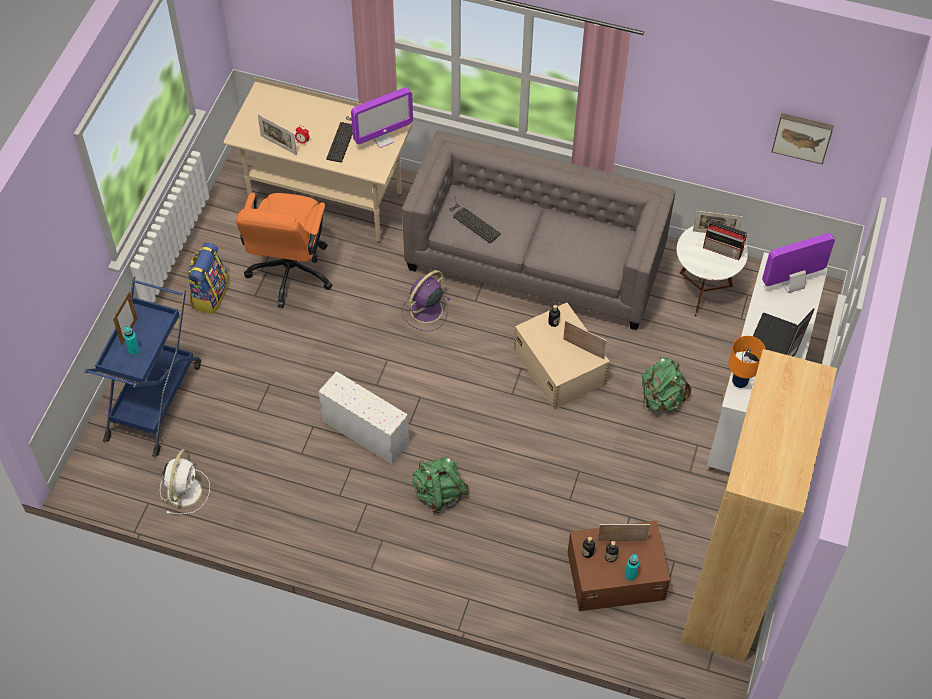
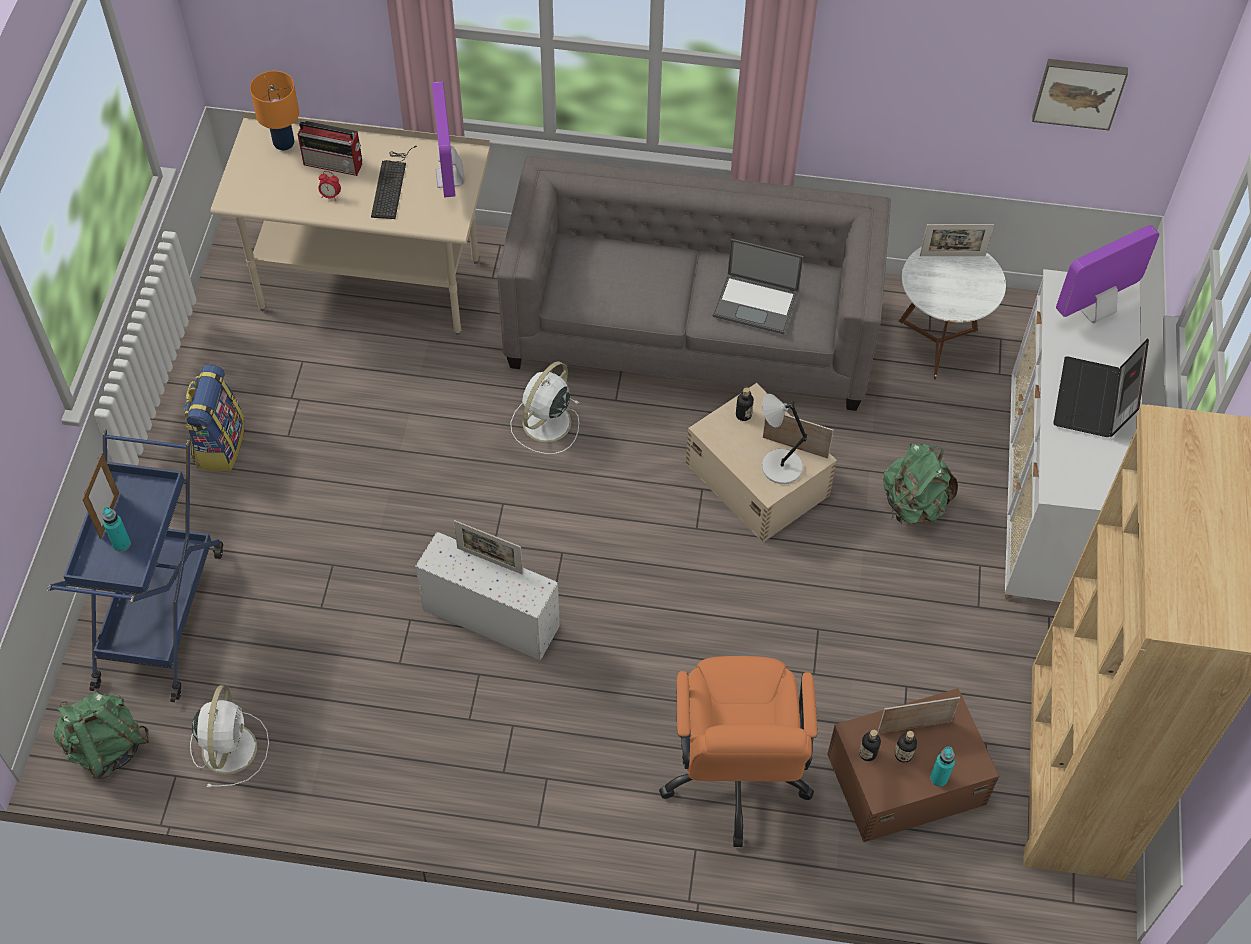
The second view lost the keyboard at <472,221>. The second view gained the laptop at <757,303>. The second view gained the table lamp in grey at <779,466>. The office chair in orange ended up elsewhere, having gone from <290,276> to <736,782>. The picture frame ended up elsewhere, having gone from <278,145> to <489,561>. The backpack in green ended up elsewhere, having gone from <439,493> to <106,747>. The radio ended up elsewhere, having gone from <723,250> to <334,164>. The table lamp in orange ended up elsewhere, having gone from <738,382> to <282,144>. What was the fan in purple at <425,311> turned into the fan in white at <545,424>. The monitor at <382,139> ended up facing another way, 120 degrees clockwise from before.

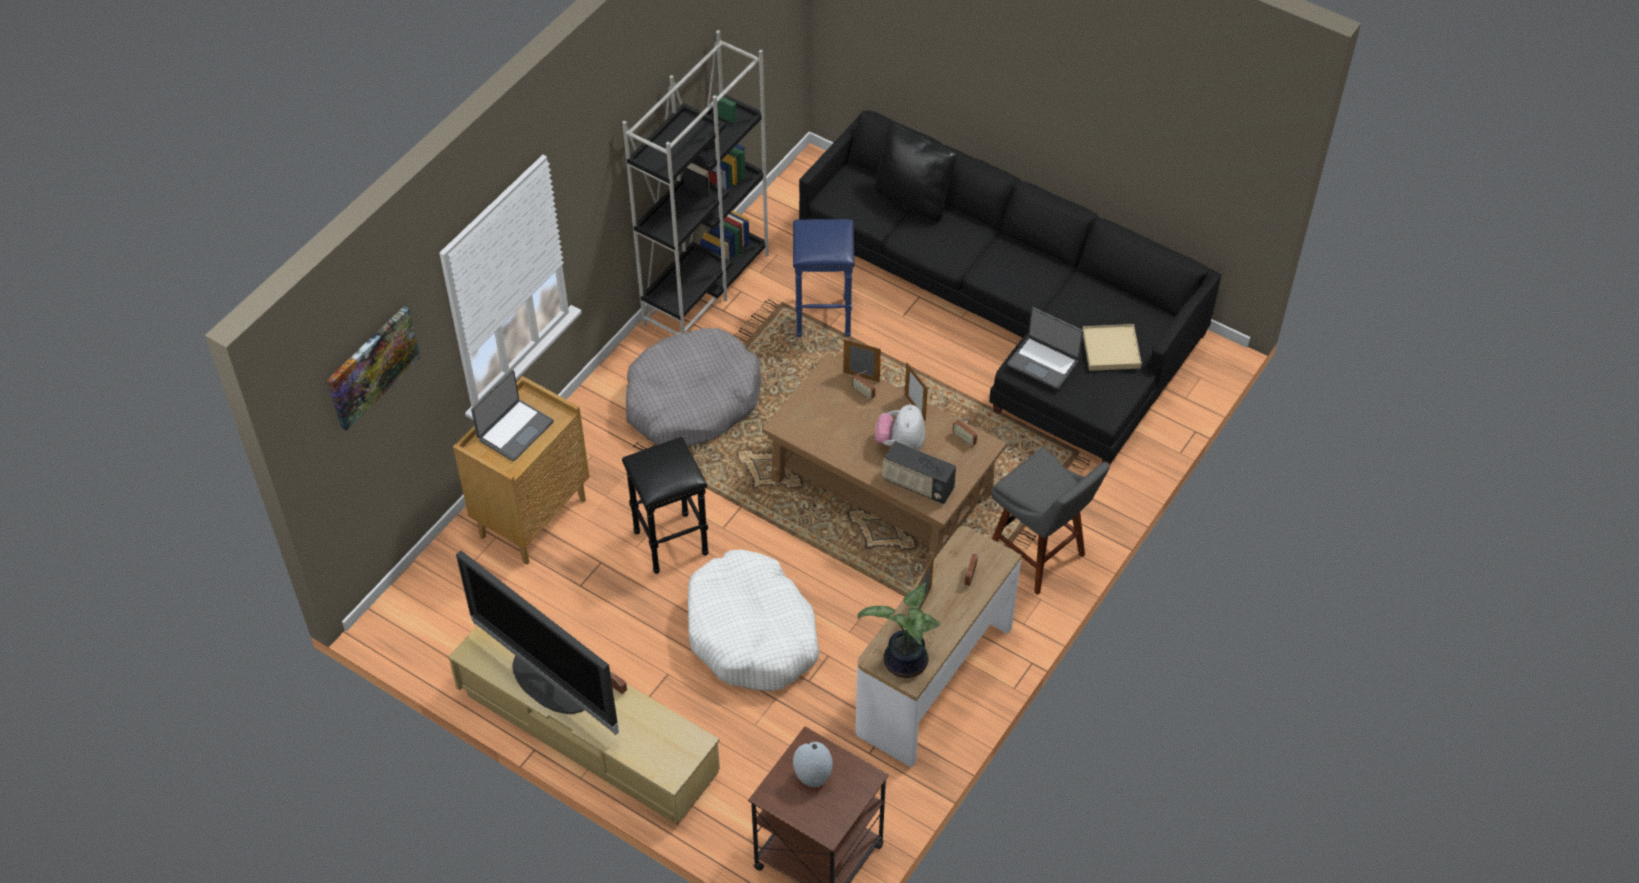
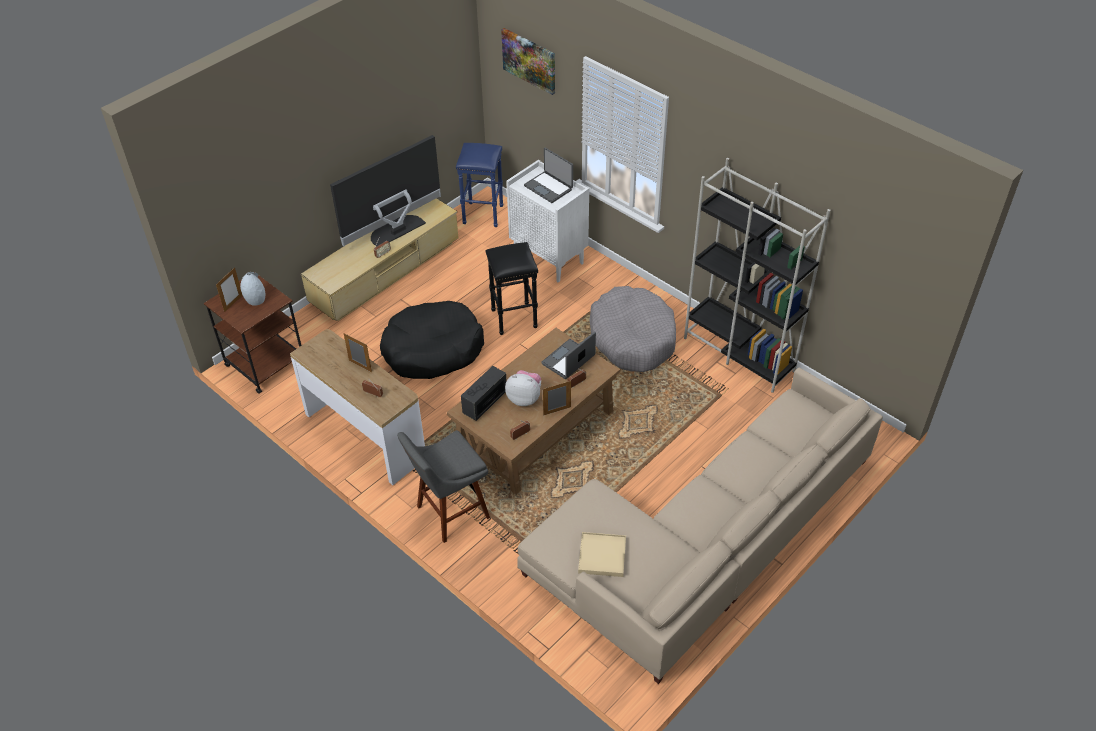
The second view lost the potted plant at <903,663>. The second view lost the pillow in black at <913,199>. The stool in blue ended up elsewhere, having gone from <822,316> to <484,214>. The picture frame ended up elsewhere, having gone from <861,377> to <233,303>. The laptop ended up elsewhere, having gone from <1043,362> to <569,360>. What was the cabinet in brown at <533,517> turned into the cabinet in white at <549,259>. What was the dog bed in white at <752,633> turned into the dog bed in black at <432,350>. What was the sofa in black at <1011,309> turned into the sofa in beige at <702,540>.

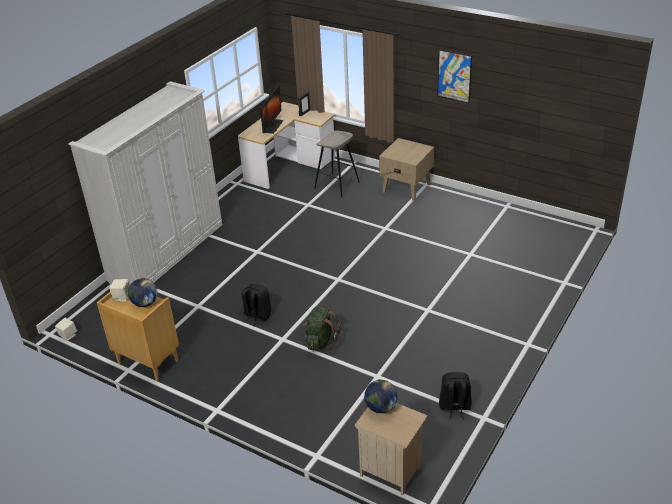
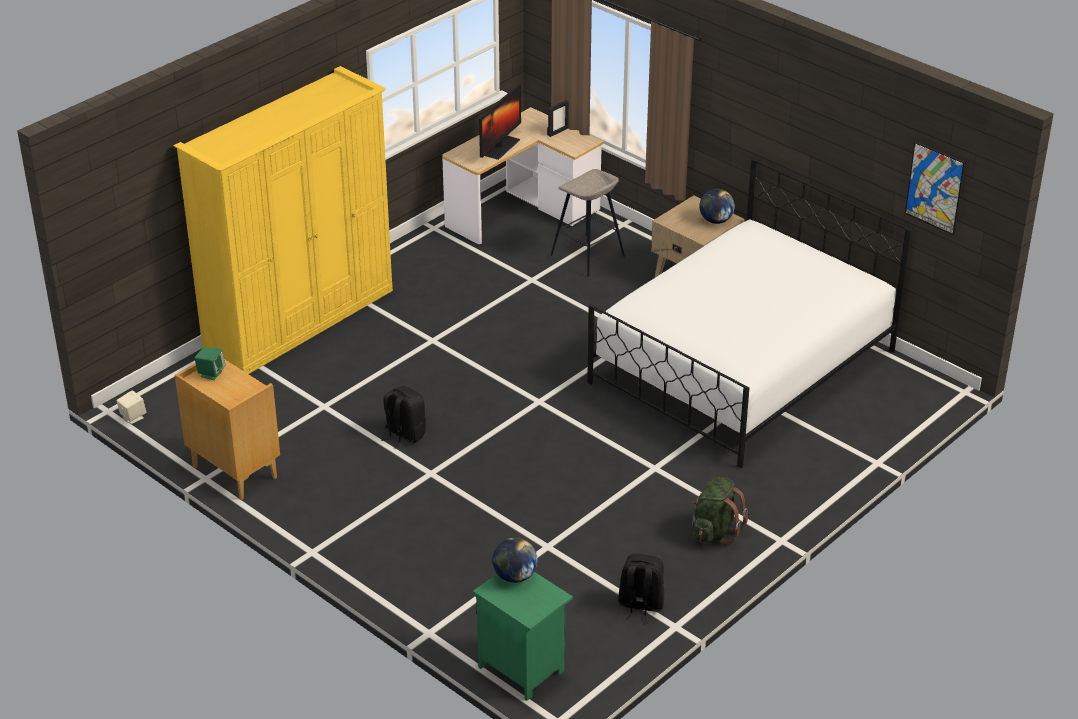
The second view gained the bed in white at <743,366>. The globe ended up elsewhere, having gone from <145,303> to <715,220>. The backpack in green ended up elsewhere, having gone from <320,341> to <714,531>. The picture ended up elsewhere, having gone from <454,76> to <934,188>. What was the wardrobe in white at <168,252> turned into the wardrobe in yellow at <301,320>. What was the speaker in beige at <122,297> turned into the speaker in green at <211,373>. What was the nightstand in beige at <390,469> turned into the nightstand in green at <522,667>.

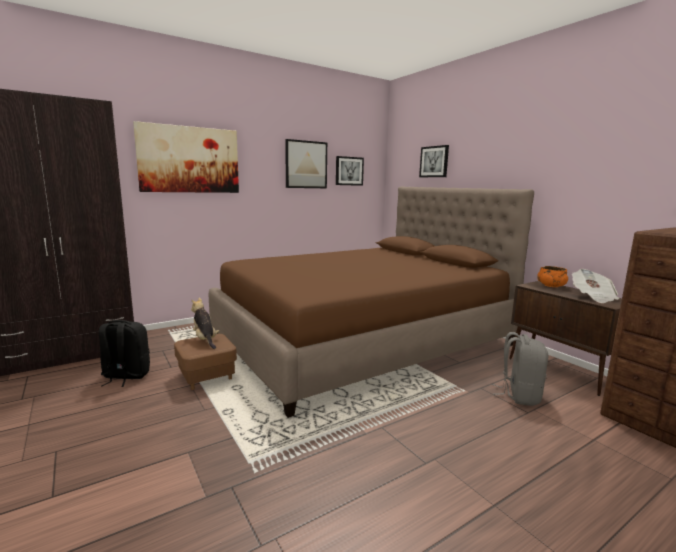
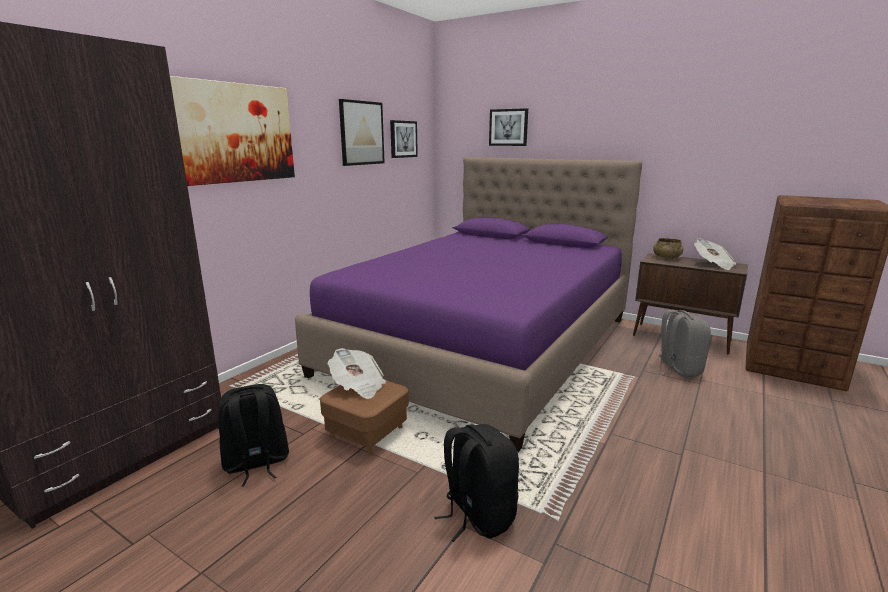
The second view gained the backpack in black at <477,516>. Where the plush toy stood at <205,339>, the newspaper came to stand at <358,386>. What was the bed in brown at <362,339> turned into the bed in purple at <484,345>. What was the bowl in orange at <551,286> turned into the bowl in beige at <666,257>.

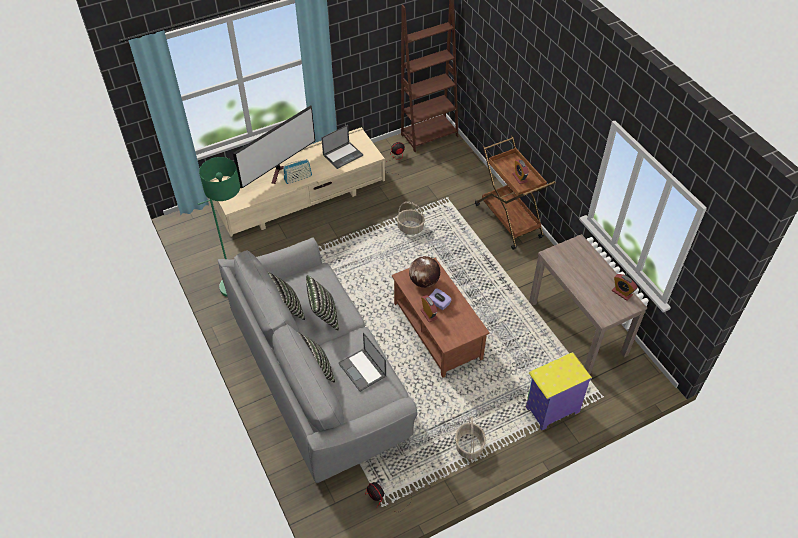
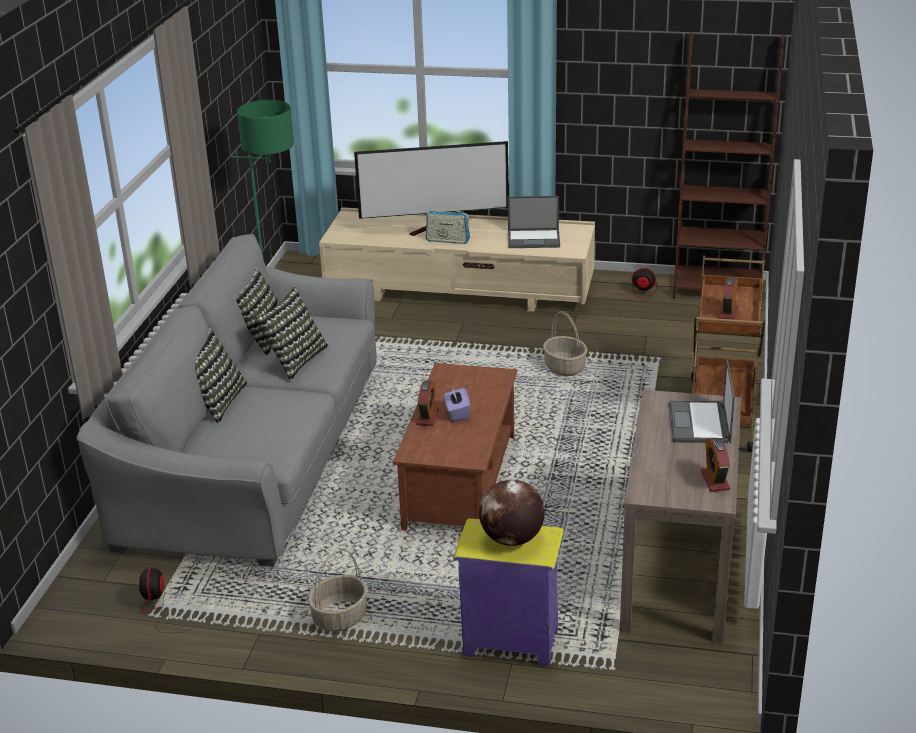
The laptop ended up elsewhere, having gone from <362,370> to <699,423>. The globe ended up elsewhere, having gone from <424,282> to <511,539>.

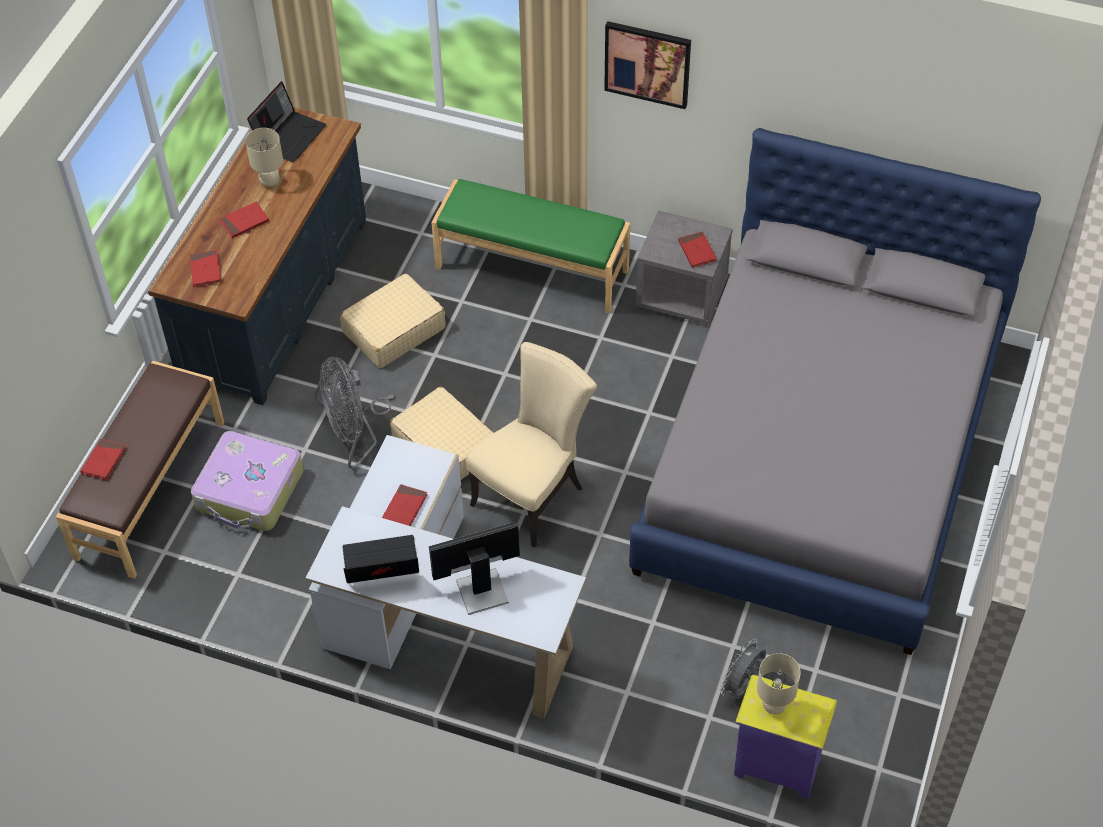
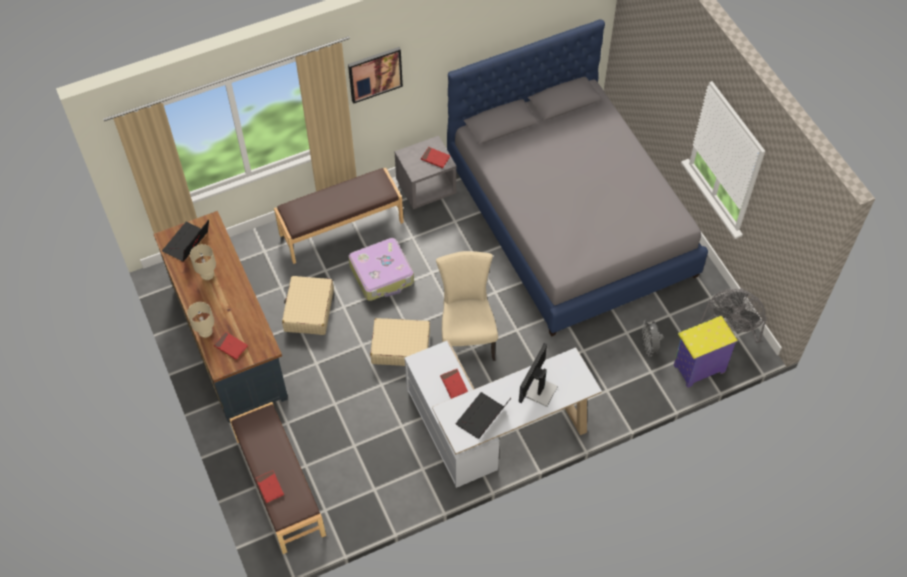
The second view lost the book in red at <244,222>. The suitcase ended up elsewhere, having gone from <250,491> to <382,275>. The fan in grey ended up elsewhere, having gone from <354,428> to <730,323>. The table lamp in beige ended up elsewhere, having gone from <774,705> to <206,332>. What was the bench in green at <532,268> turned into the bench in brown at <341,227>. The laptop at <289,135> ended up facing another way, 135 degrees counterclockwise from before.

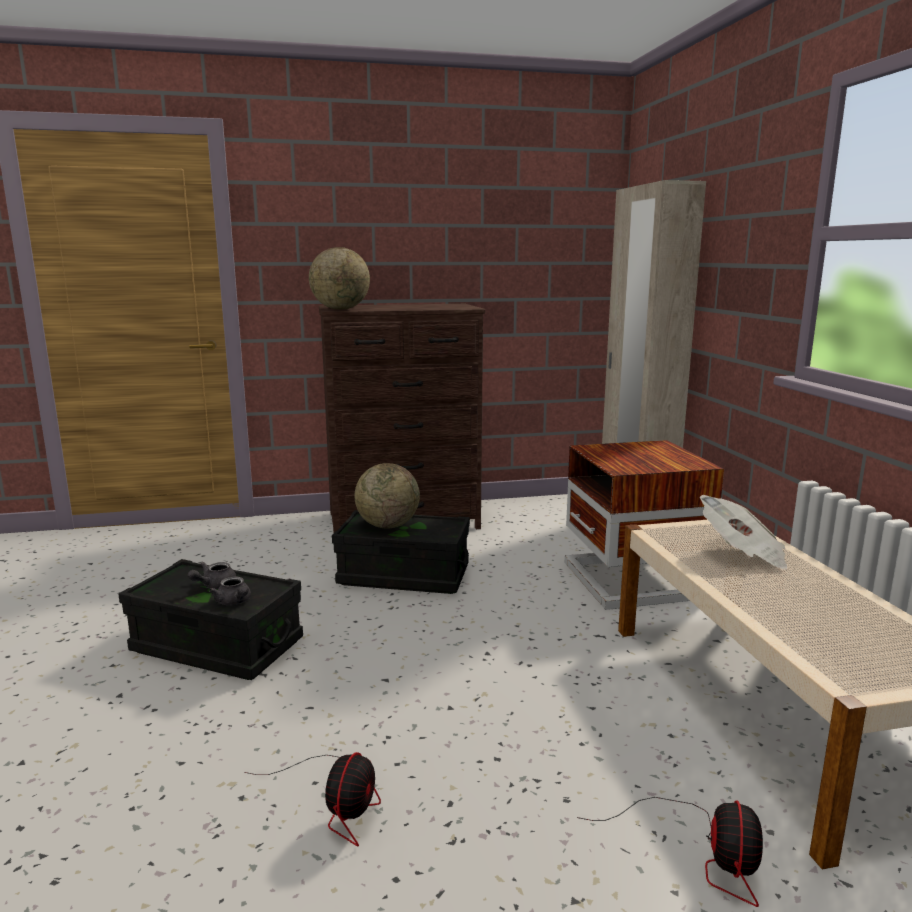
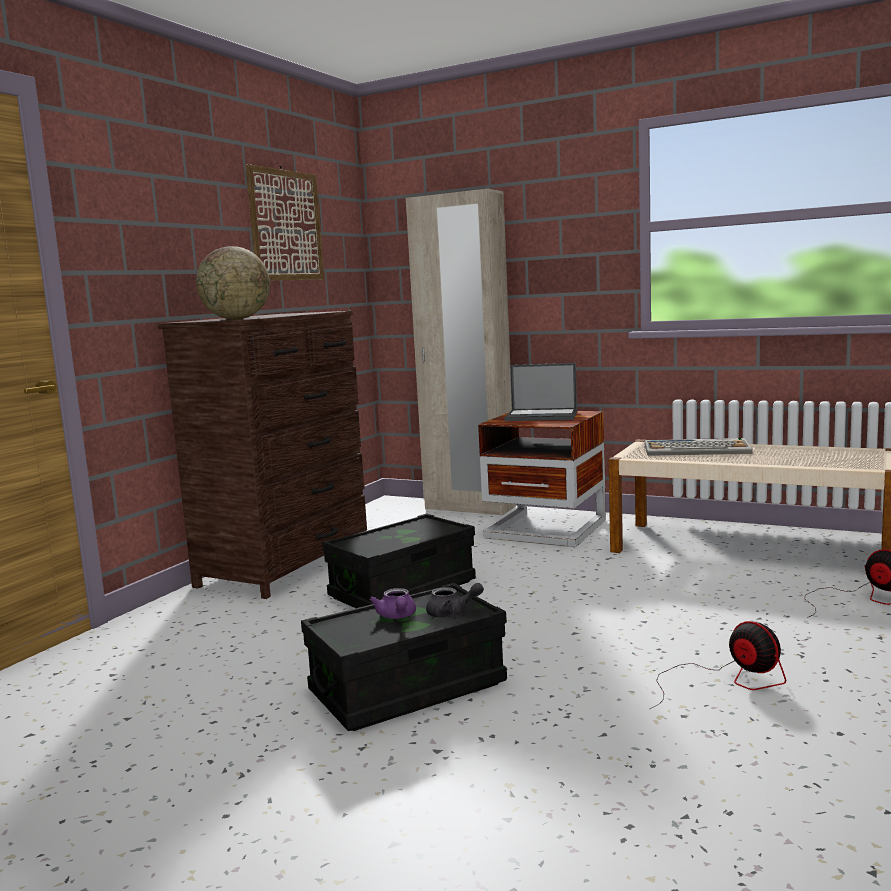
The second view lost the globe at <387,525>. The second view gained the picture at <285,223>. The second view gained the laptop at <542,416>. Where the newspaper stood at <742,554>, the keyboard came to stand at <697,450>. What was the teapot in grey at <214,586> turned into the teapot in purple at <397,617>.

